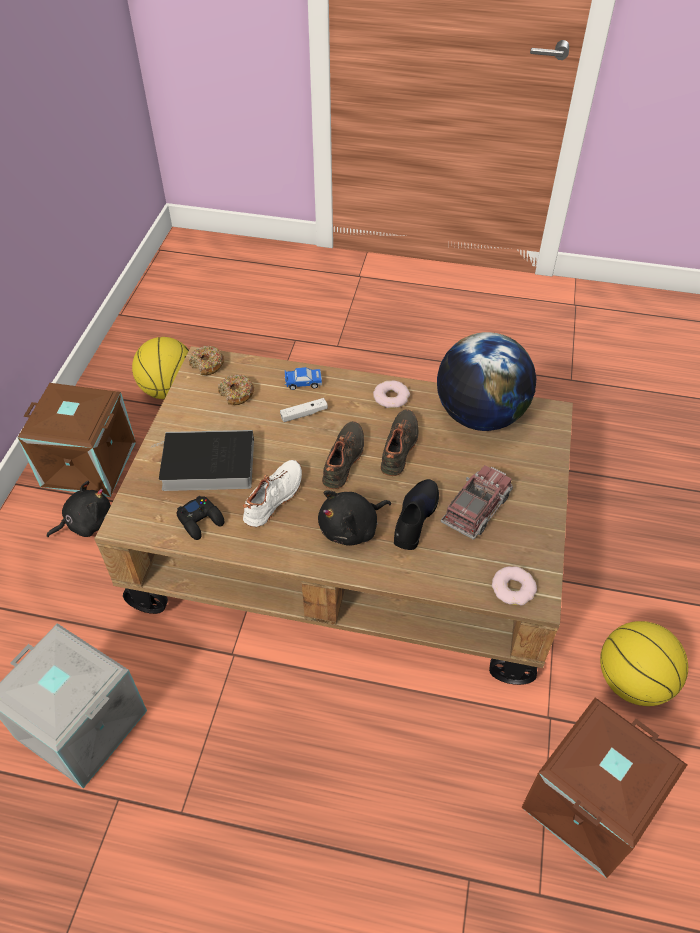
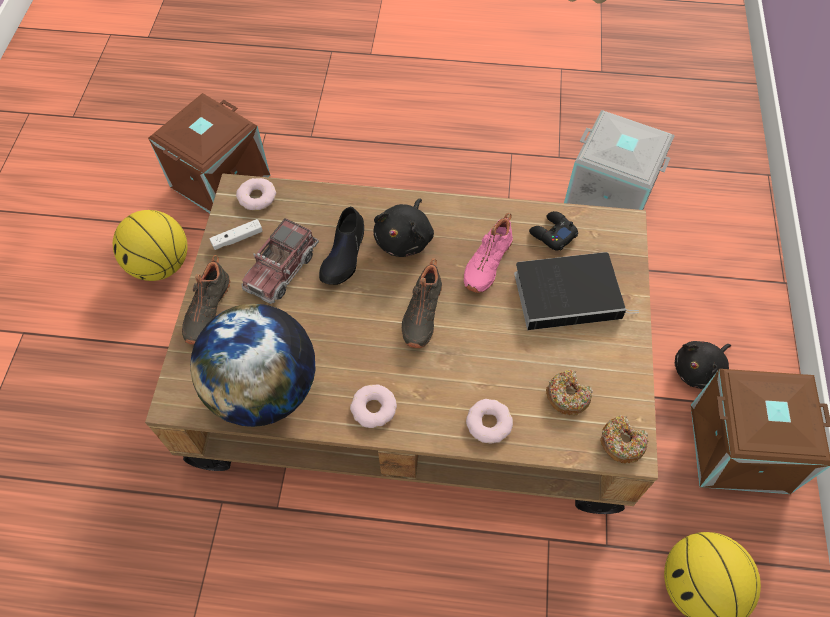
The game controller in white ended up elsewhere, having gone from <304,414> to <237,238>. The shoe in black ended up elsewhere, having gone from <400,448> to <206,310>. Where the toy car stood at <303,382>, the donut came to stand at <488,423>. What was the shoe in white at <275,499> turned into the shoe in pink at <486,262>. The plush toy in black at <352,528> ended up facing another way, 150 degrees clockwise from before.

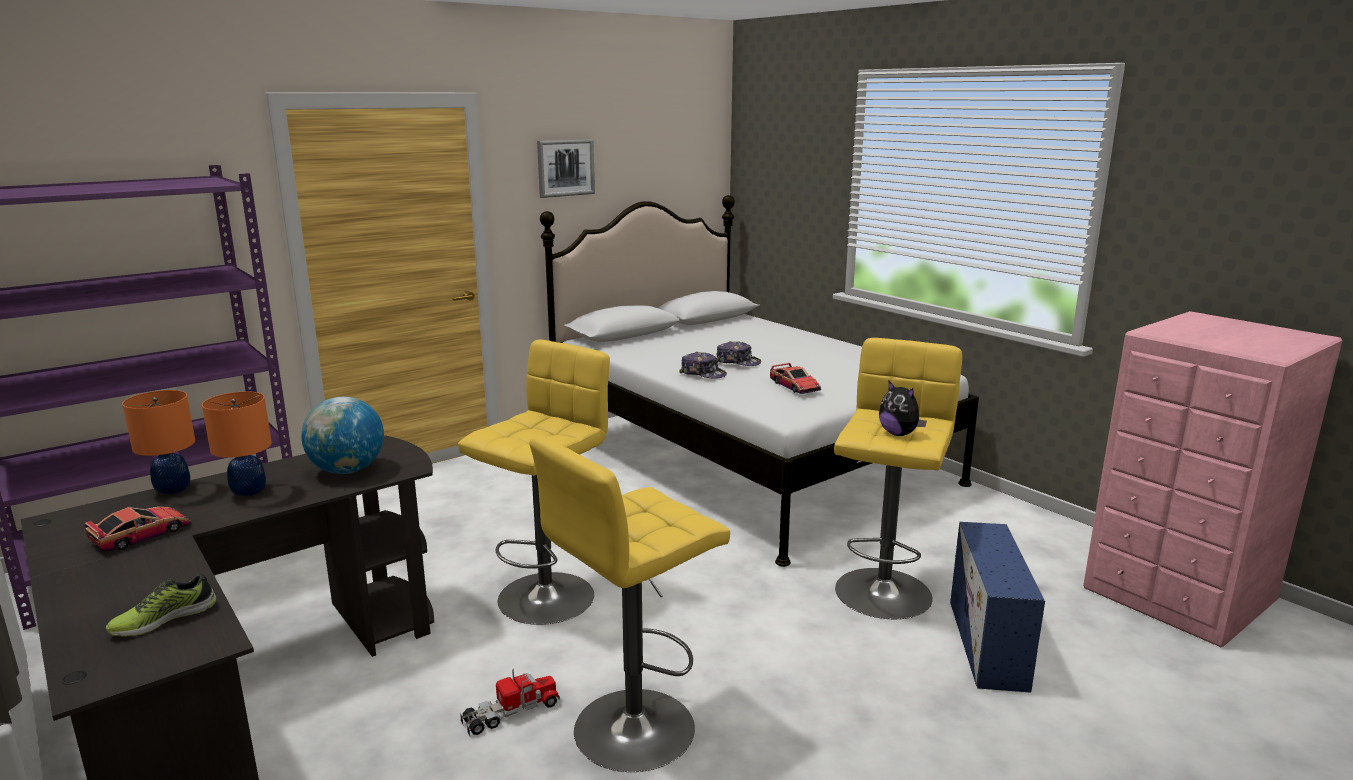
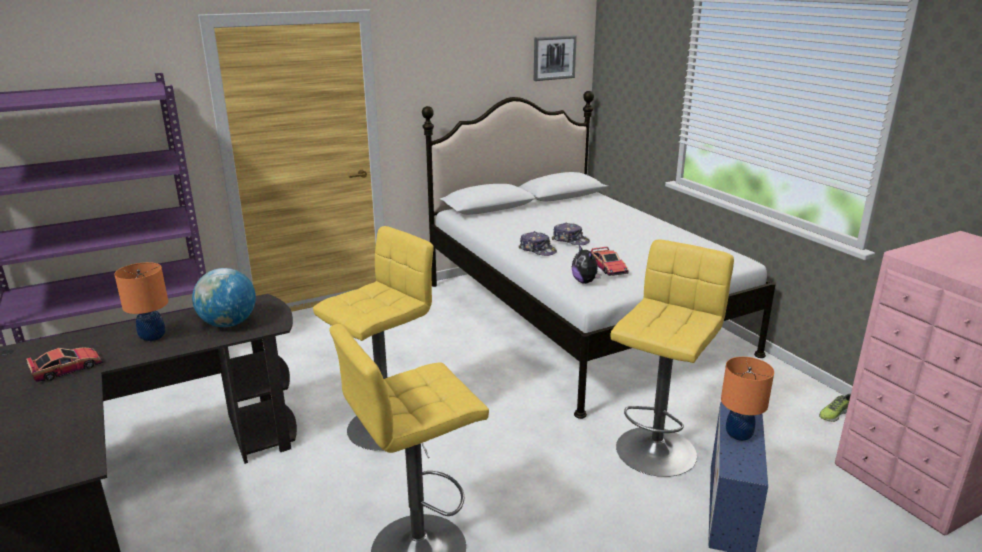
The second view lost the toy truck at <510,713>. The shoe ended up elsewhere, having gone from <164,619> to <835,414>. The table lamp in orange ended up elsewhere, having gone from <175,489> to <739,435>. The picture ended up elsewhere, having gone from <565,168> to <554,57>. The plush toy ended up elsewhere, having gone from <899,434> to <585,282>.

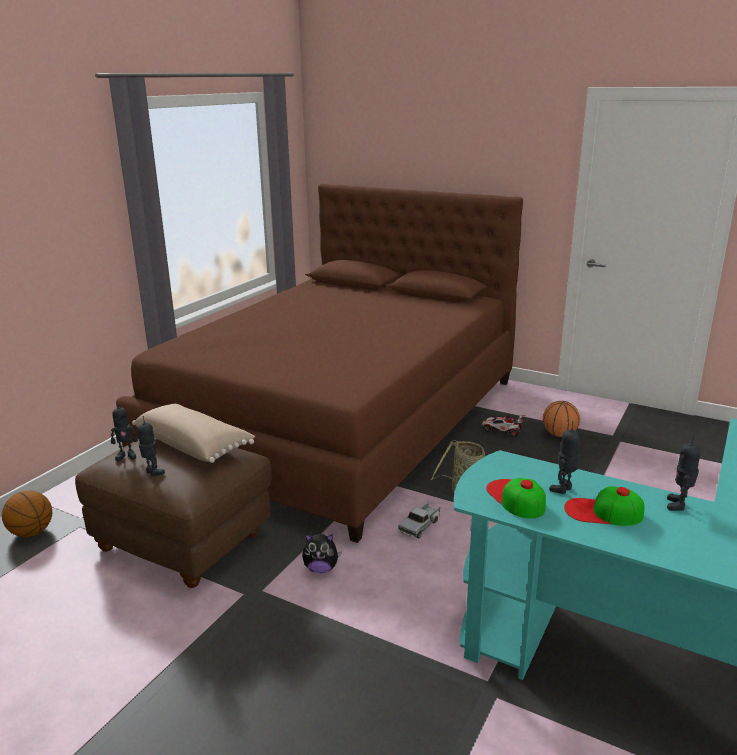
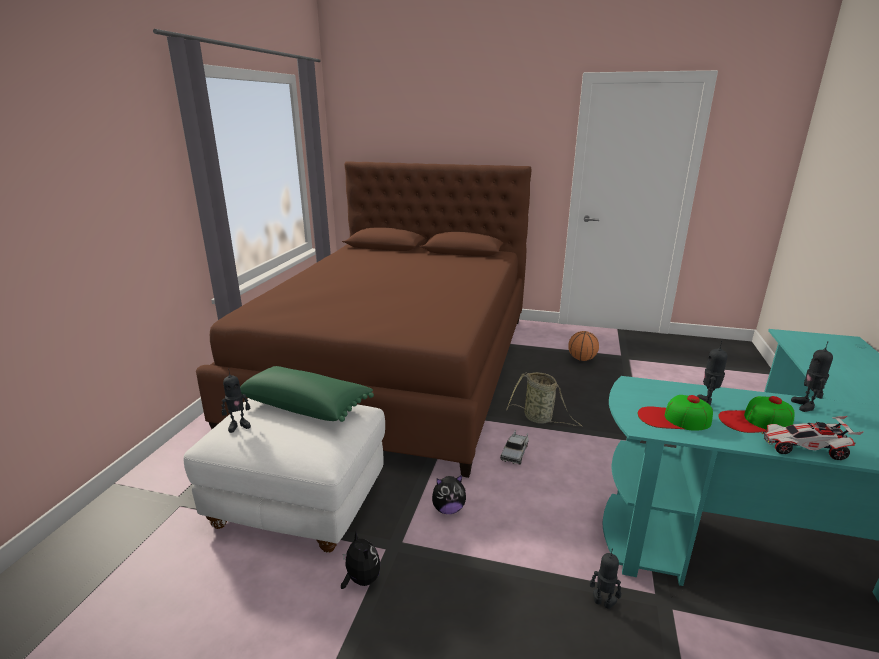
The second view lost the basketball at <31,532>. The second view gained the plush toy at <361,579>. The toy robot ended up elsewhere, having gone from <152,472> to <603,602>. The toy car ended up elsewhere, having gone from <502,431> to <803,449>. What was the ottoman in brown at <184,540> turned into the ottoman in white at <300,502>. What was the pillow in beige at <194,445> turned into the pillow in green at <306,405>. The cap at <515,498> ended up facing another way, 45 degrees counterclockwise from before.

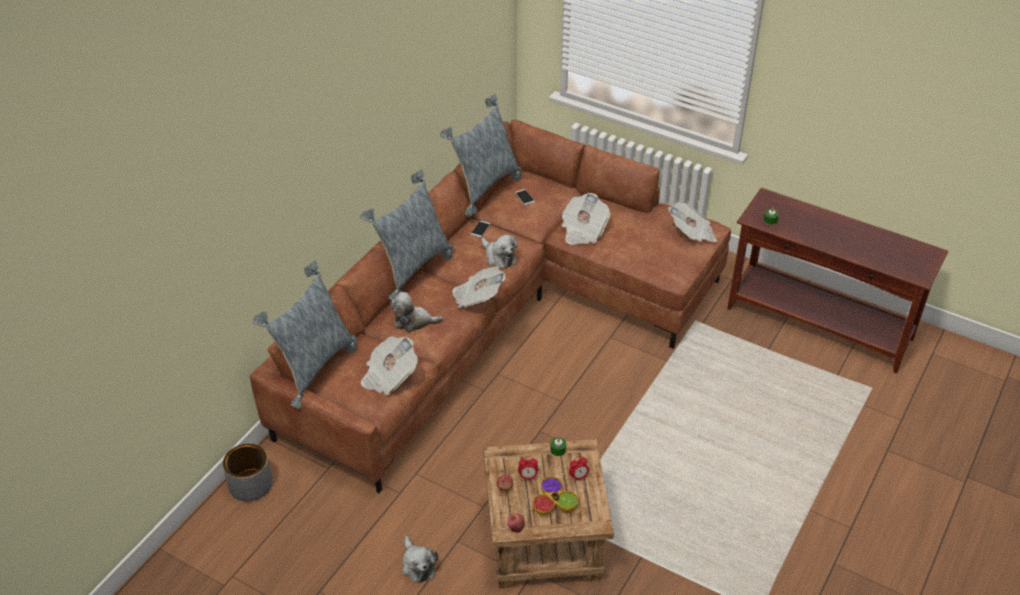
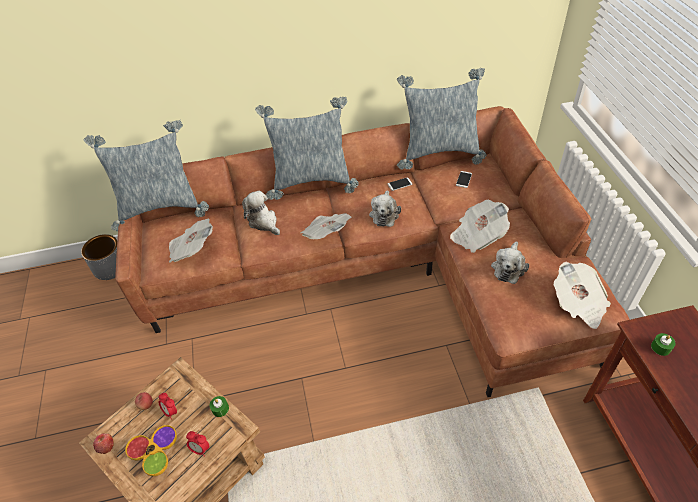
The plush toy ended up elsewhere, having gone from <417,565> to <508,267>.

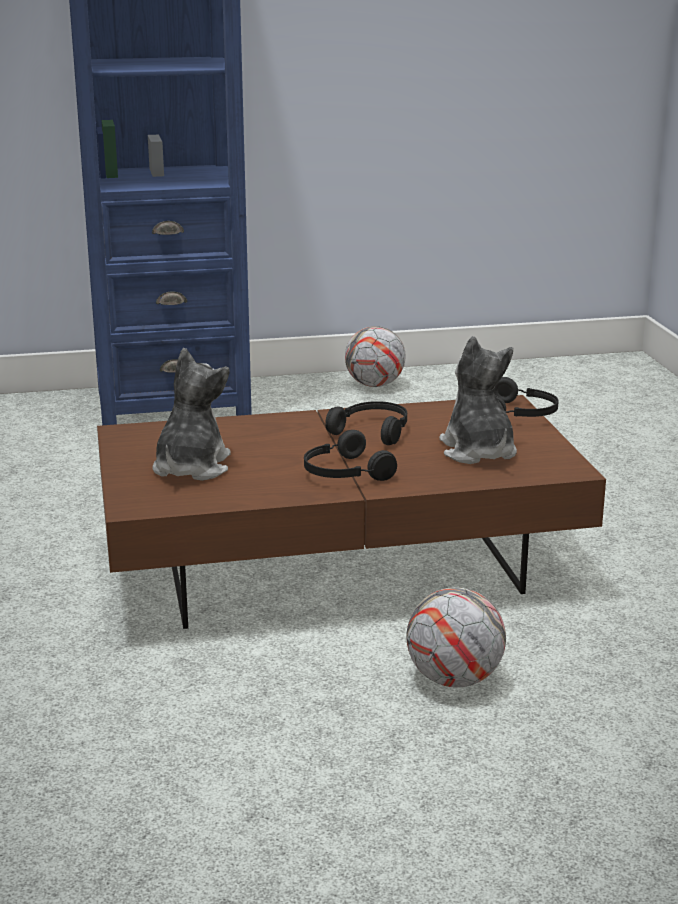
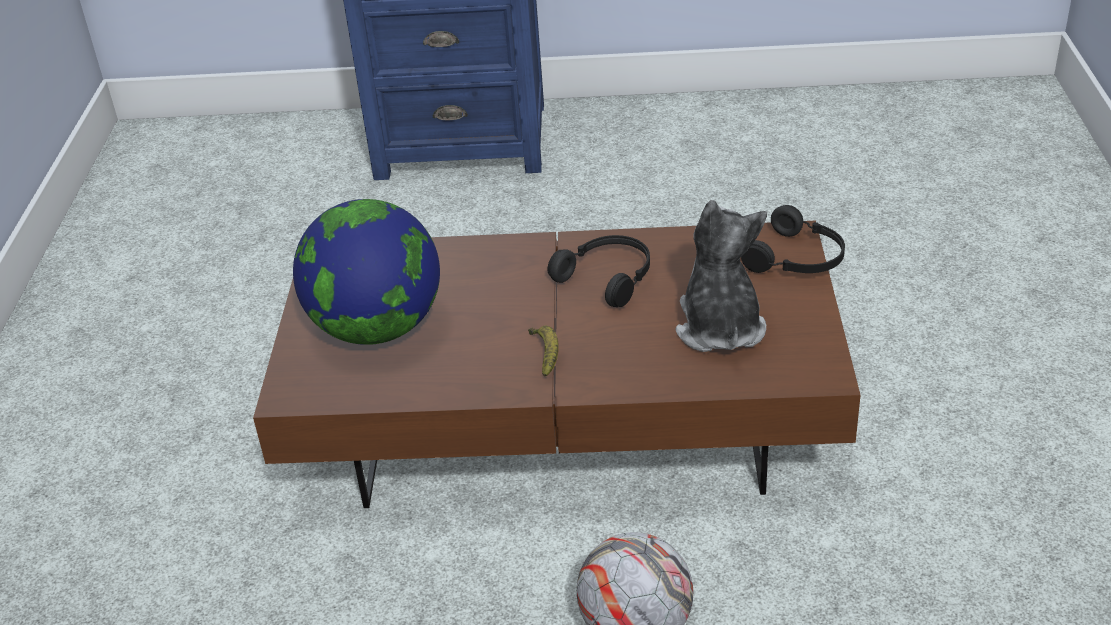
The second view lost the football at <374,385>. Where the plush toy stood at <191,468>, the globe came to stand at <377,328>. Where the headphones in black stood at <344,473>, the banana came to stand at <546,354>.

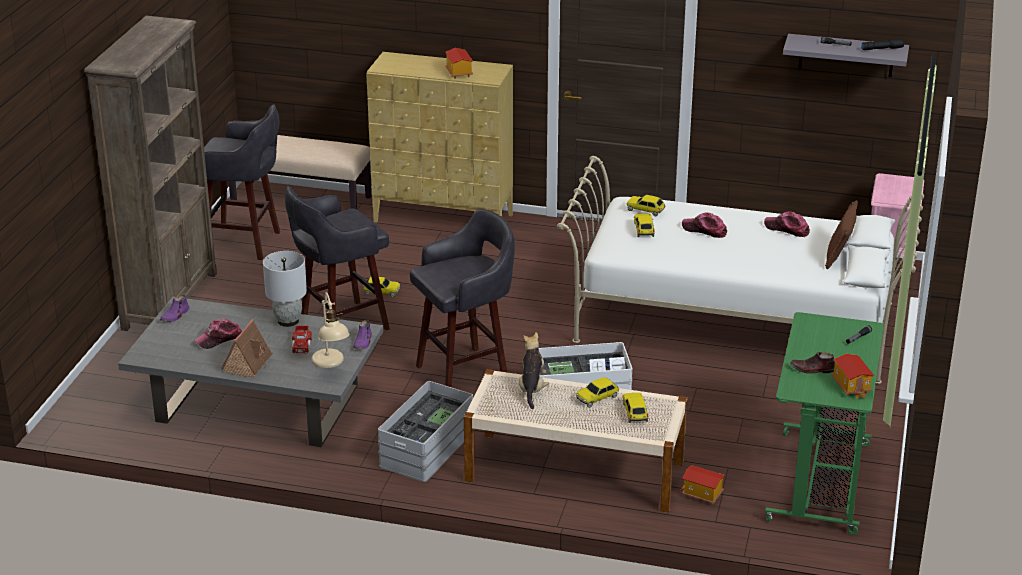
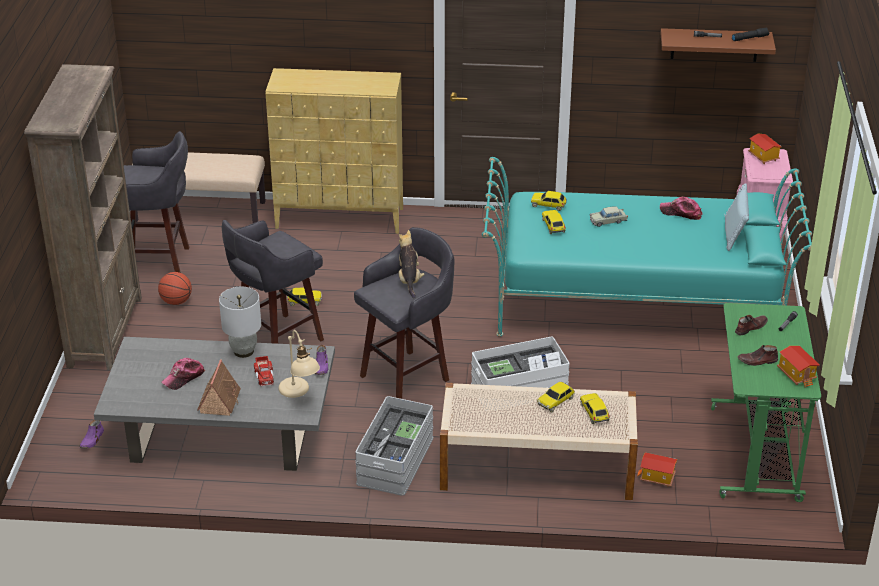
The second view gained the basketball at <176,301>. The second view gained the shoe in brown at <750,327>. The shoe in purple ended up elsewhere, having gone from <175,315> to <92,440>. The toy house ended up elsewhere, having gone from <458,73> to <762,157>. The plush toy ended up elsewhere, having gone from <532,389> to <409,280>. Where the cap stood at <704,230>, the toy car in beige came to stand at <608,221>. What was the bed in white at <734,323> turned into the bed in turquoise at <636,300>. What was the shelf in grey at <846,55> turned into the shelf in brown at <714,45>. What was the pillow in brown at <839,254> turned into the pillow in blue at <734,234>.

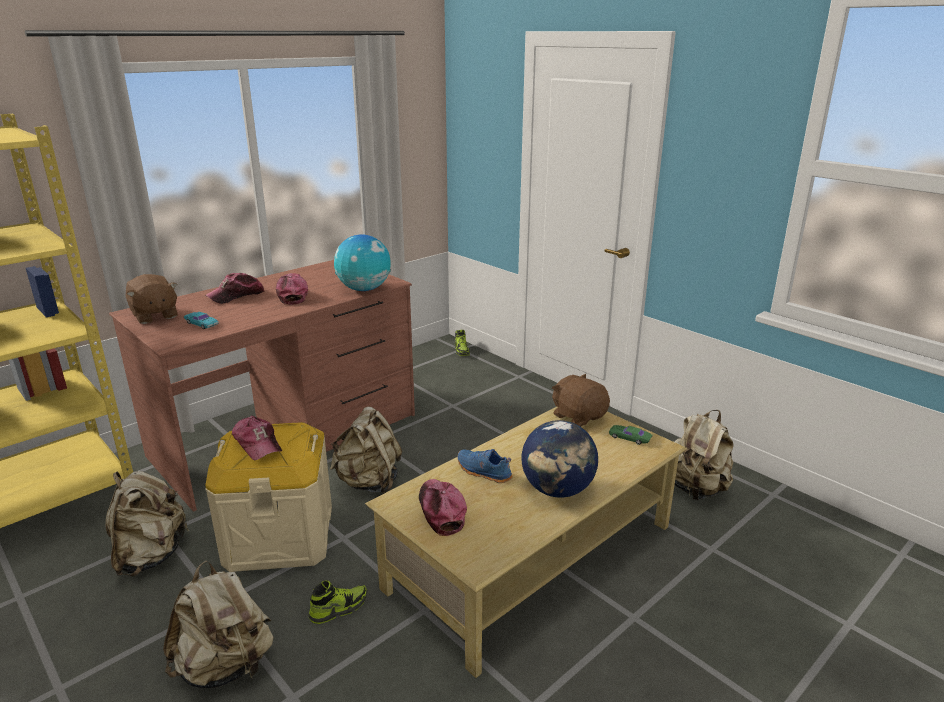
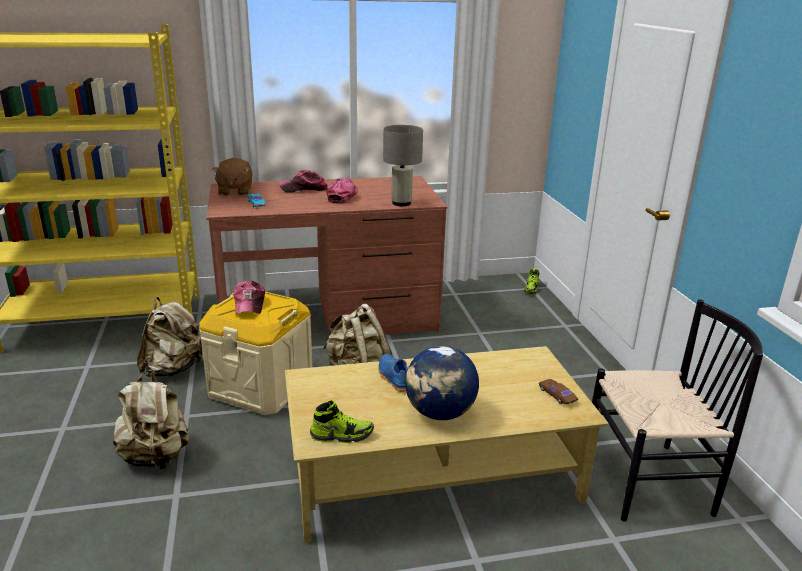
The second view lost the cap at <441,510>. The second view lost the plush toy in brown at <578,416>. The shoe ended up elsewhere, having gone from <339,608> to <342,435>. Where the globe stood at <364,289>, the table lamp in grey came to stand at <402,203>. Where the backpack in beige stood at <696,489>, the chair in black came to stand at <652,481>. What was the toy car in green at <629,438> turned into the toy car in brown at <557,395>.

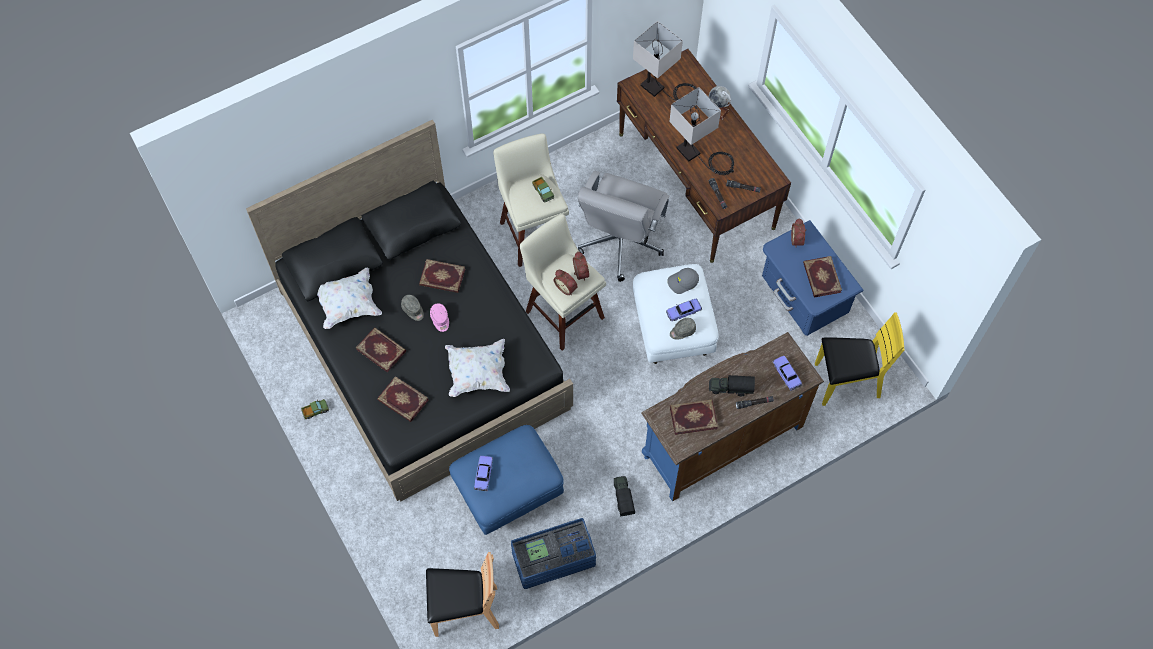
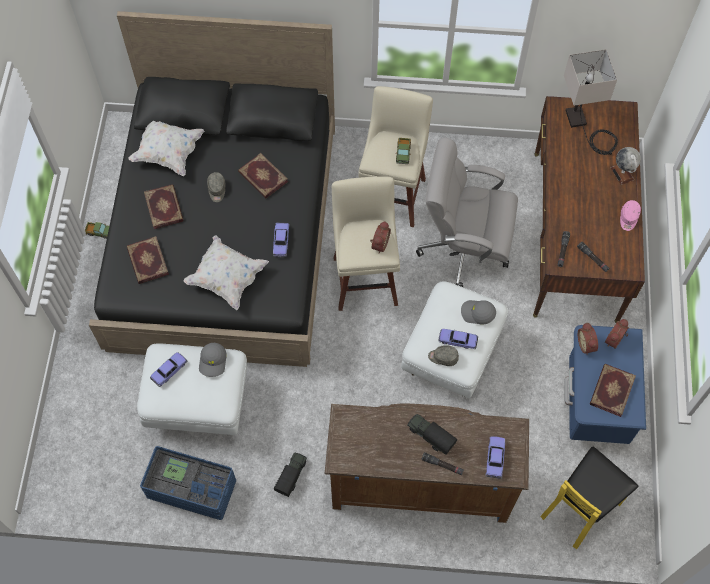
The second view lost the chair in brown at <464,609>. The second view lost the table lamp at <702,157>. The second view lost the book at <693,417>. The second view gained the cap in grey at <213,362>. The second view gained the toy car at <281,242>. The cap in pink ended up elsewhere, having gone from <440,319> to <628,218>. The alarm clock ended up elsewhere, having gone from <566,287> to <587,344>. What was the ottoman in blue at <509,491> turned into the ottoman in white at <199,403>. The office chair in grey at <621,242> ended up facing another way, 45 degrees clockwise from before. The chair in yellow at <846,382> ended up facing another way, 105 degrees clockwise from before.

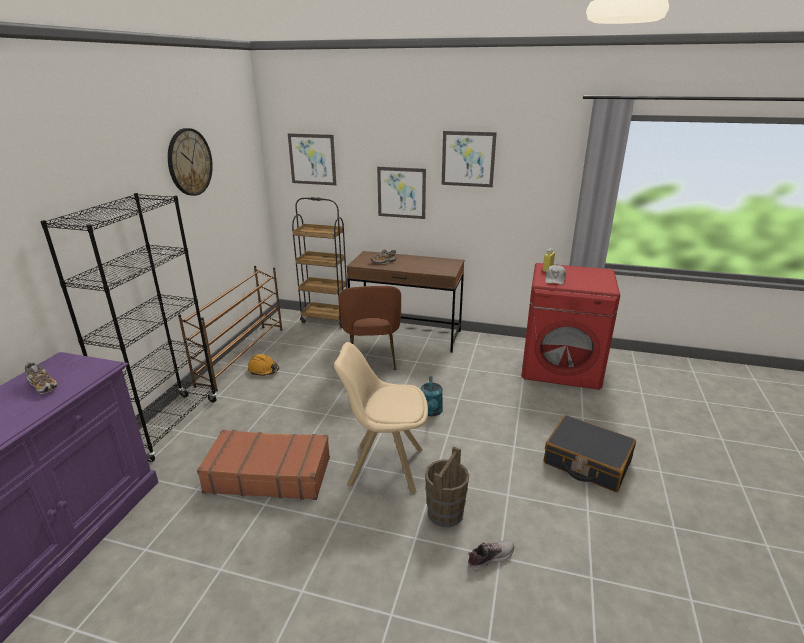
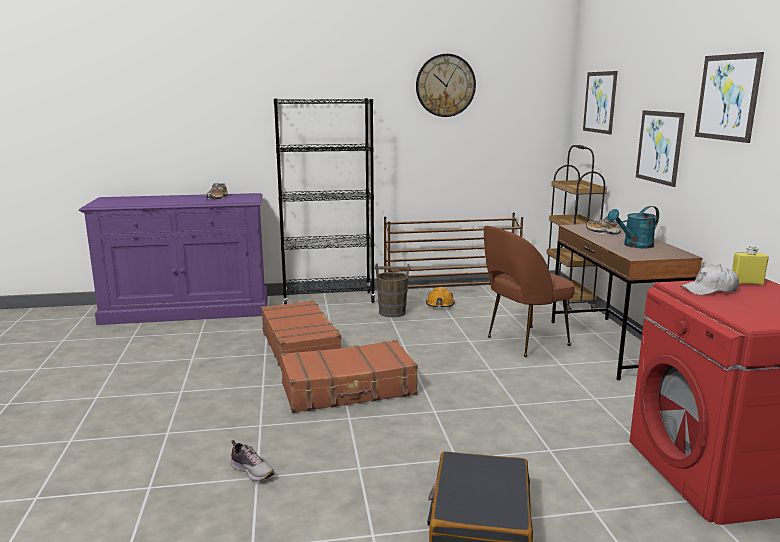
The watering can in turquoise ended up elsewhere, having gone from <431,412> to <634,245>. The bucket in brown ended up elsewhere, having gone from <445,513> to <392,312>. Where the chair in beige stood at <385,467>, the suitcase in brown came to stand at <349,389>.

